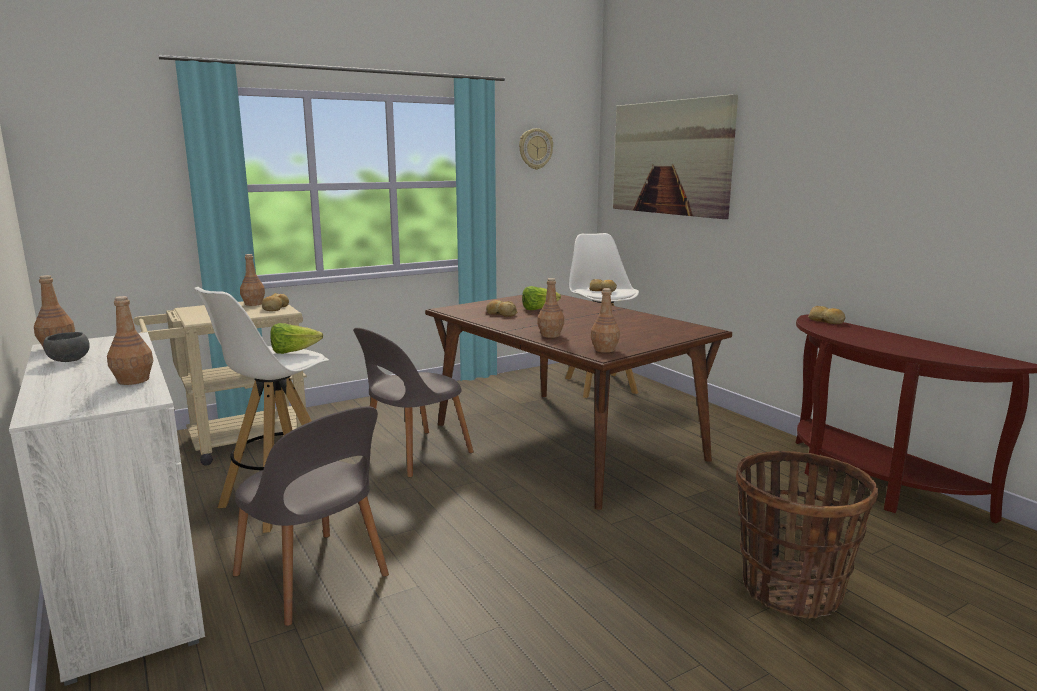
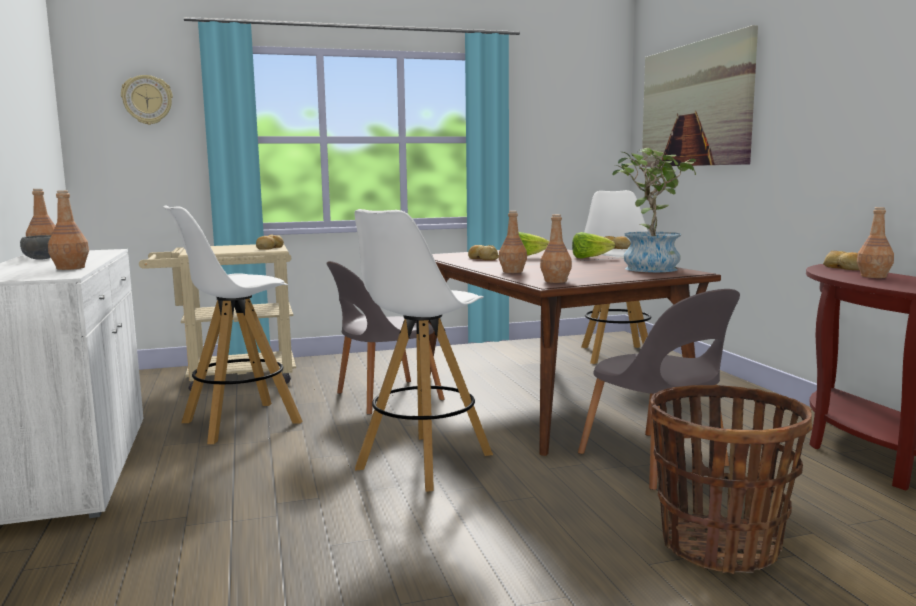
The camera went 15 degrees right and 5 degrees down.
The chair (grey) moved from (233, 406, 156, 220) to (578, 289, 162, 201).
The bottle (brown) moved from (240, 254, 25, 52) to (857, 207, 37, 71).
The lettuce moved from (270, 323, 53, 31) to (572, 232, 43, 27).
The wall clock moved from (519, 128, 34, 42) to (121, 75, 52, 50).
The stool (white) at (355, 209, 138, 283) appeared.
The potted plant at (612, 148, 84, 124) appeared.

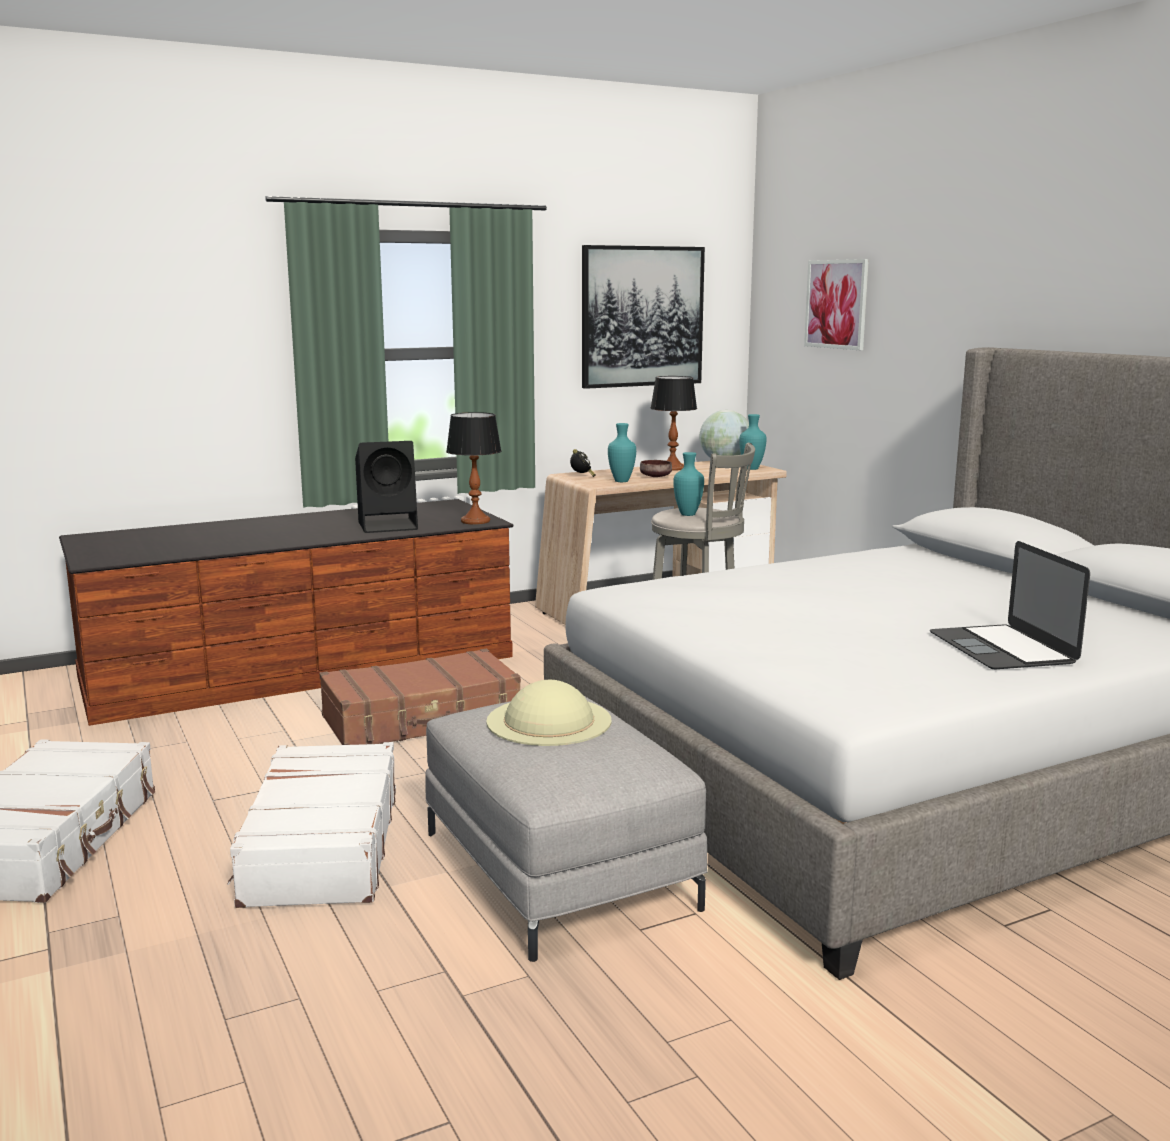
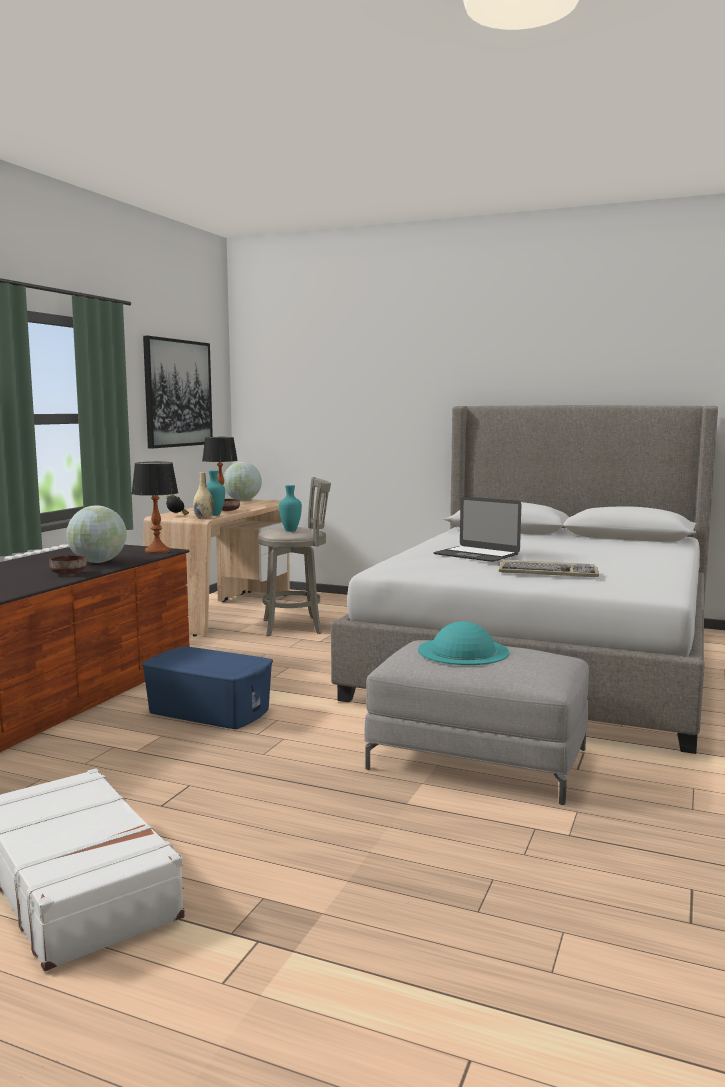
The camera went 40 degrees left and 5 degrees down.
The suitcase (white) at (227, 742, 169, 166) disappeared.
The suitcase (brown) at (319, 649, 202, 96) was replaced by the storage box (blue) at (142, 646, 131, 83).
The speaker (black) at (355, 441, 63, 92) was replaced by the globe at (66, 505, 61, 58).
The hat (beige) at (486, 680, 126, 66) became the hat (turquoise) at (418, 621, 92, 44).
The vase (turquoise) at (739, 414, 28, 56) disappeared.
The picture at (804, 259, 65, 91) disappeared.
The laptop moved from (930, 541, 160, 128) to (433, 496, 88, 66).
The bowl (brown) at (50, 555, 37, 19) appeared.
The vase (beige) at (193, 472, 21, 47) appeared.
The keyboard at (499, 560, 100, 17) appeared.

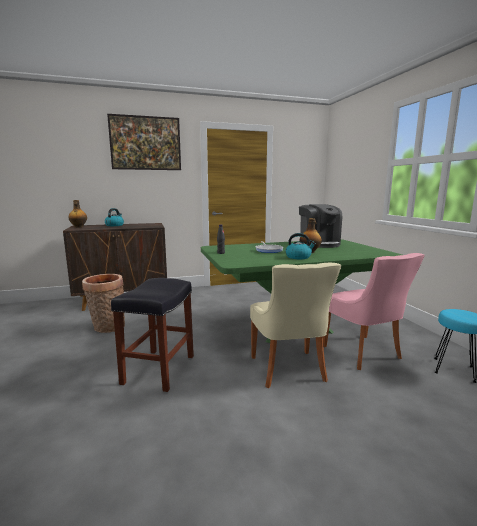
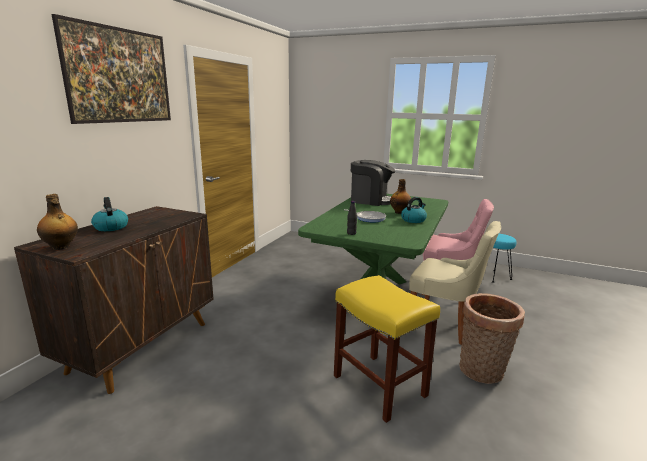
The camera went 50 degrees left and 5 degrees up.
The basket moved from (82, 274, 43, 59) to (459, 293, 66, 91).
The stool (black) at (111, 278, 83, 114) became the stool (yellow) at (334, 275, 106, 148).

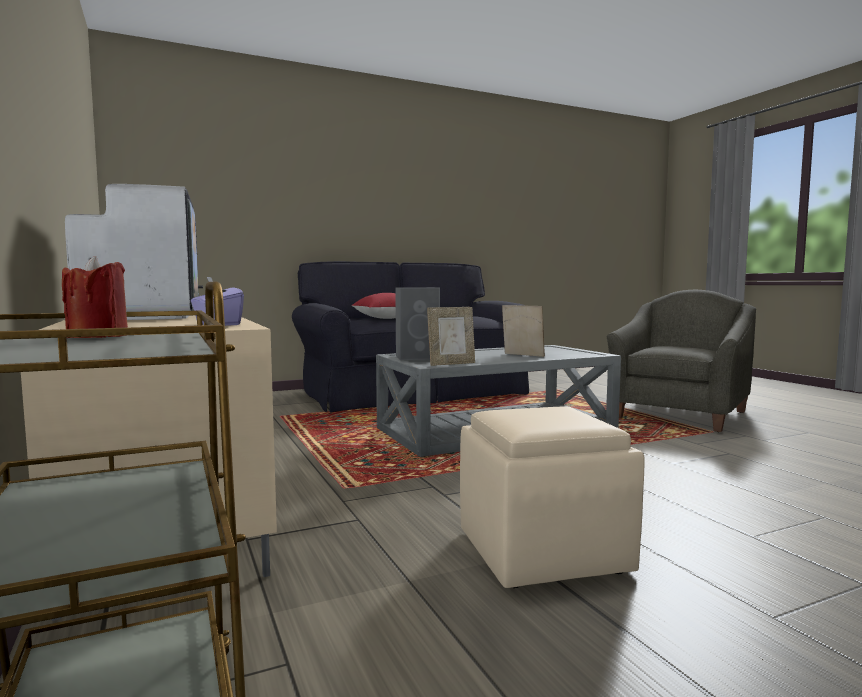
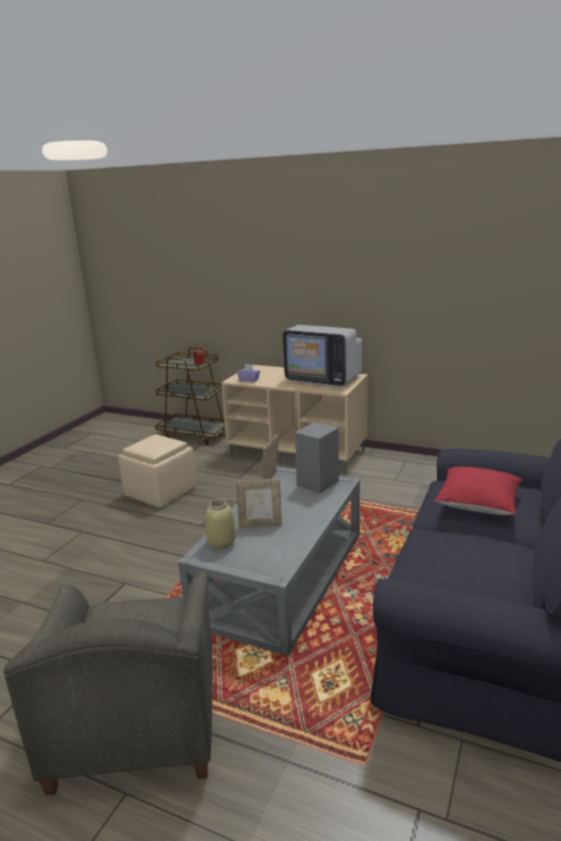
The camera went 140 degrees right and 15 degrees up.
The vase (beige) at (205, 499, 31, 50) appeared.

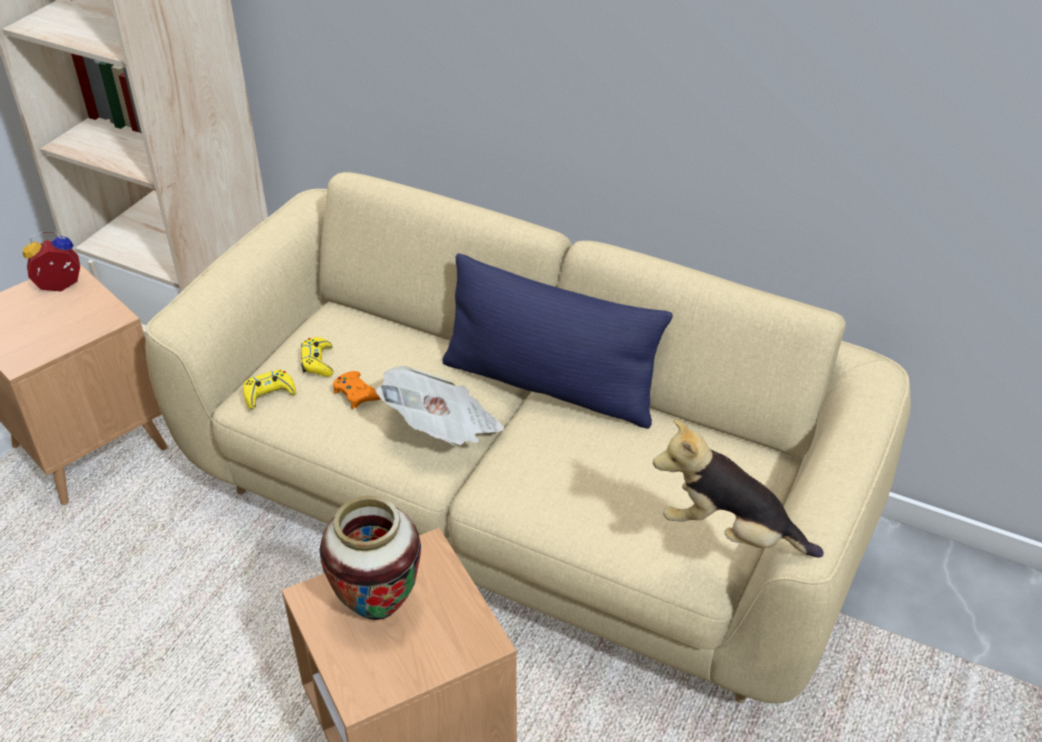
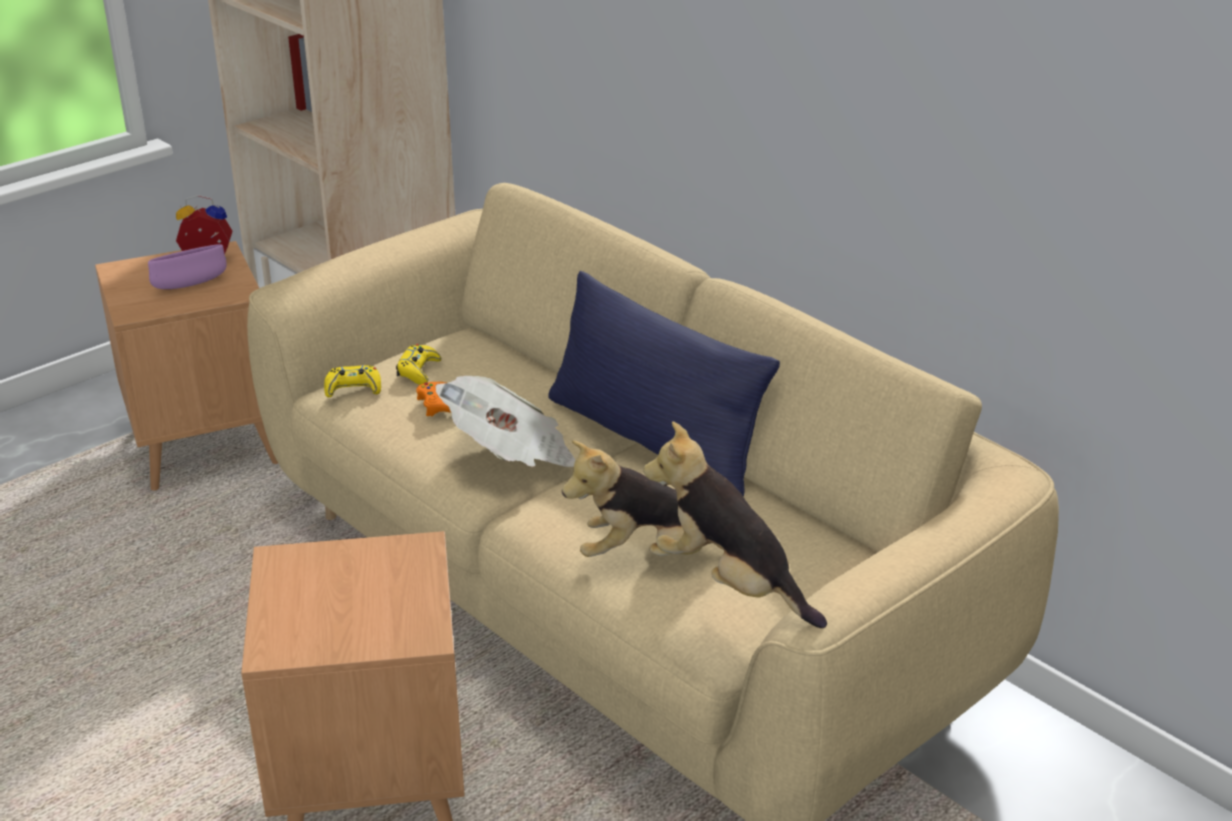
The camera went 20 degrees right and 10 degrees down.
The vase at (319, 496, 102, 124) disappeared.
The bowl (purple) at (148, 244, 79, 45) appeared.
The plush toy at (562, 440, 162, 117) appeared.

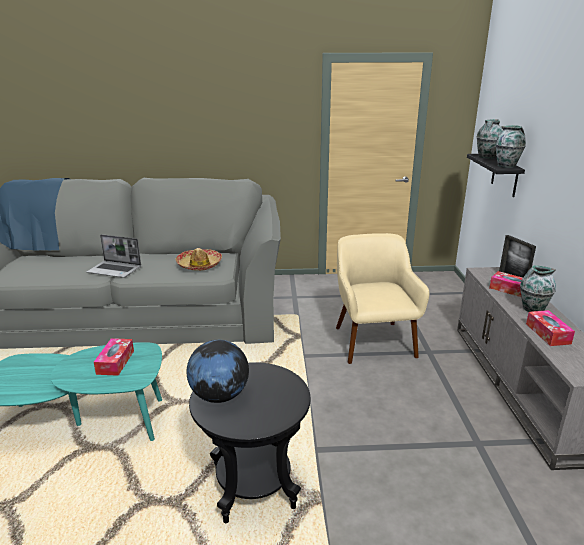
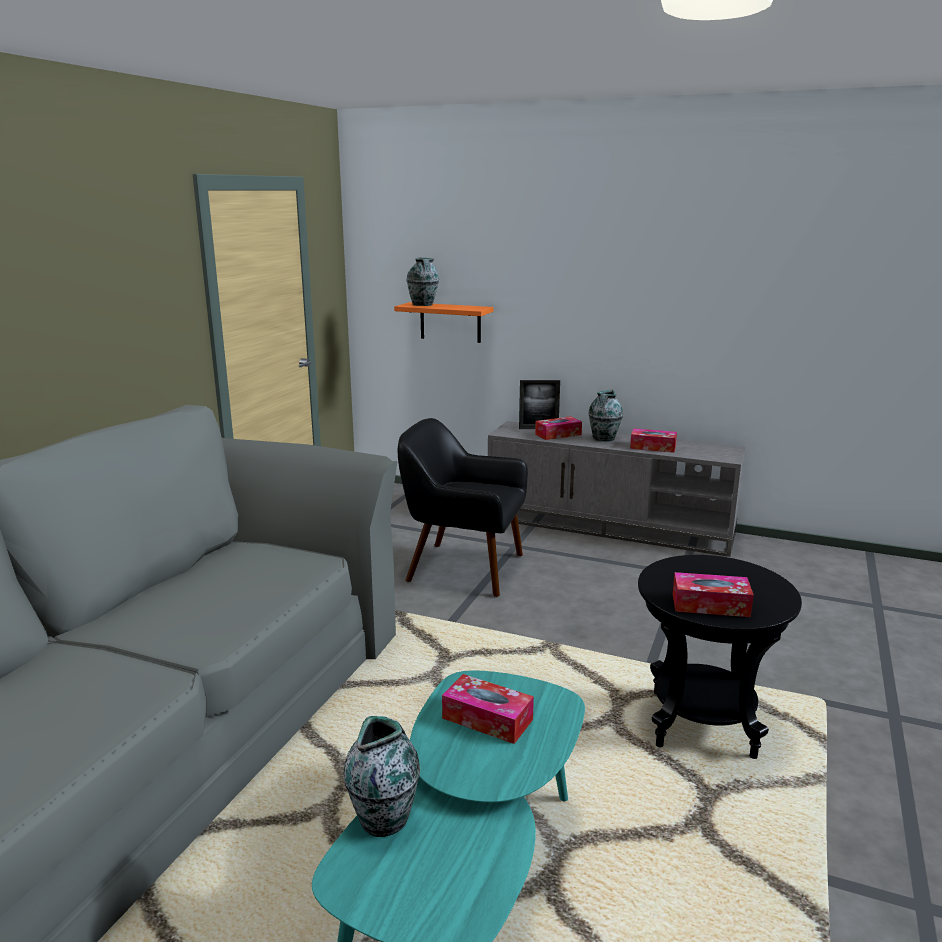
The camera went 65 degrees left and 5 degrees down.
The laptop at (86, 234, 55, 44) disappeared.
The hat at (175, 248, 47, 23) disappeared.
The globe at (186, 340, 63, 63) was replaced by the tissue box at (673, 572, 81, 45).
The armchair (beige) at (336, 233, 93, 131) became the armchair (black) at (398, 418, 130, 179).
The shelf (black) at (467, 154, 58, 43) became the shelf (orange) at (394, 302, 99, 41).
The vase moved from (496, 125, 30, 43) to (343, 716, 77, 121).

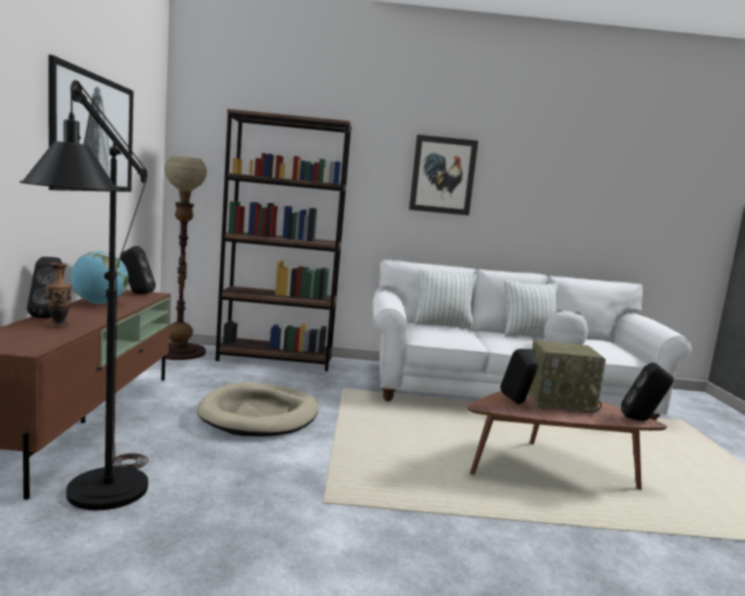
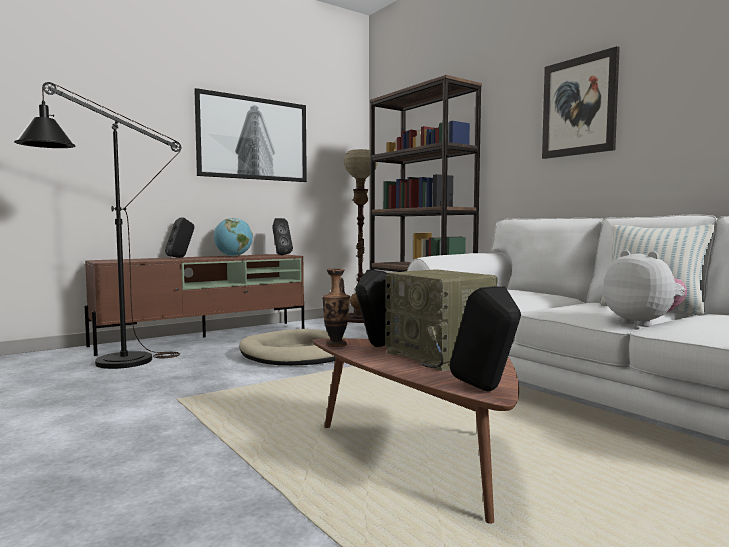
The camera went 55 degrees right and 5 degrees down.
The vase moved from (46, 263, 26, 65) to (322, 269, 28, 78).
The pillow at (414, 269, 63, 61) disappeared.

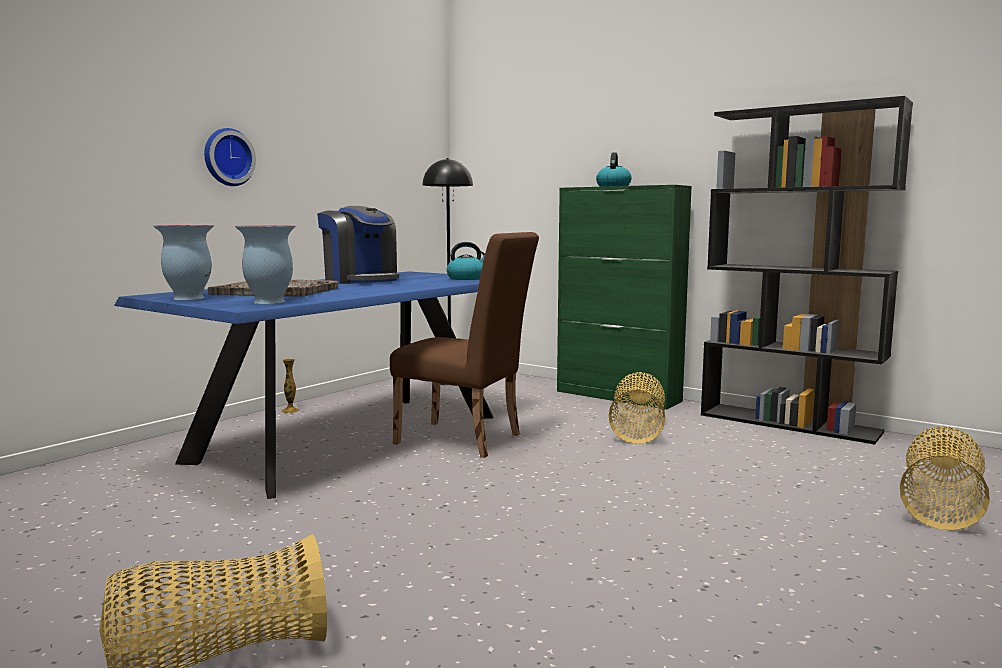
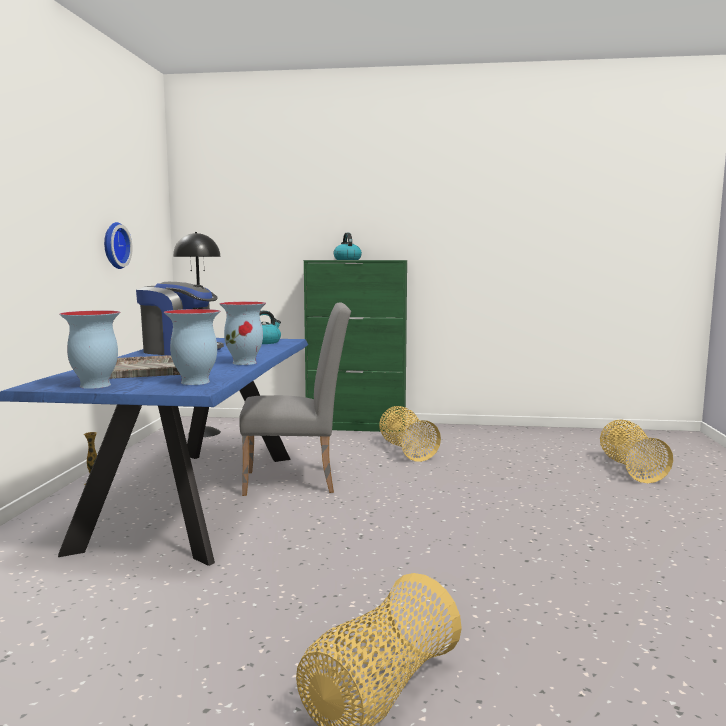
The camera went 30 degrees left and 0 degrees up.
The wall clock moved from (204, 128, 52, 58) to (104, 222, 29, 47).
The chair (brown) at (390, 232, 149, 226) became the chair (grey) at (239, 302, 112, 194).
The bookcase (black) at (701, 96, 212, 348) disappeared.
The vase at (219, 302, 47, 63) appeared.

